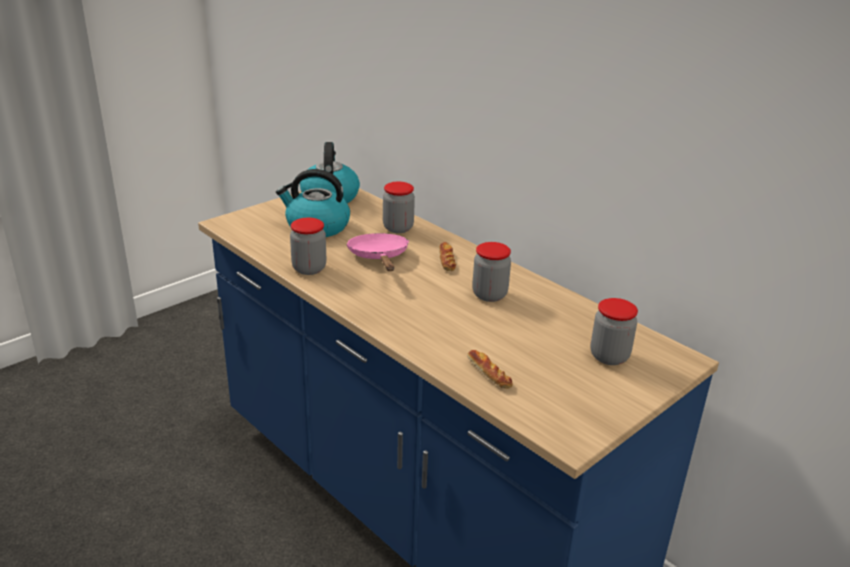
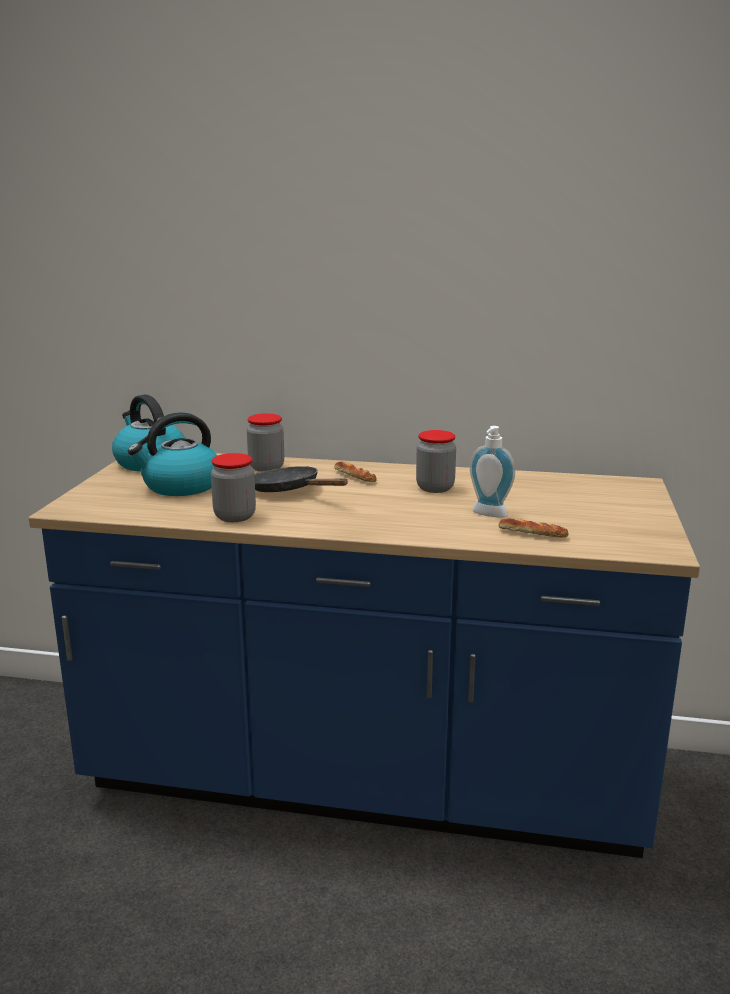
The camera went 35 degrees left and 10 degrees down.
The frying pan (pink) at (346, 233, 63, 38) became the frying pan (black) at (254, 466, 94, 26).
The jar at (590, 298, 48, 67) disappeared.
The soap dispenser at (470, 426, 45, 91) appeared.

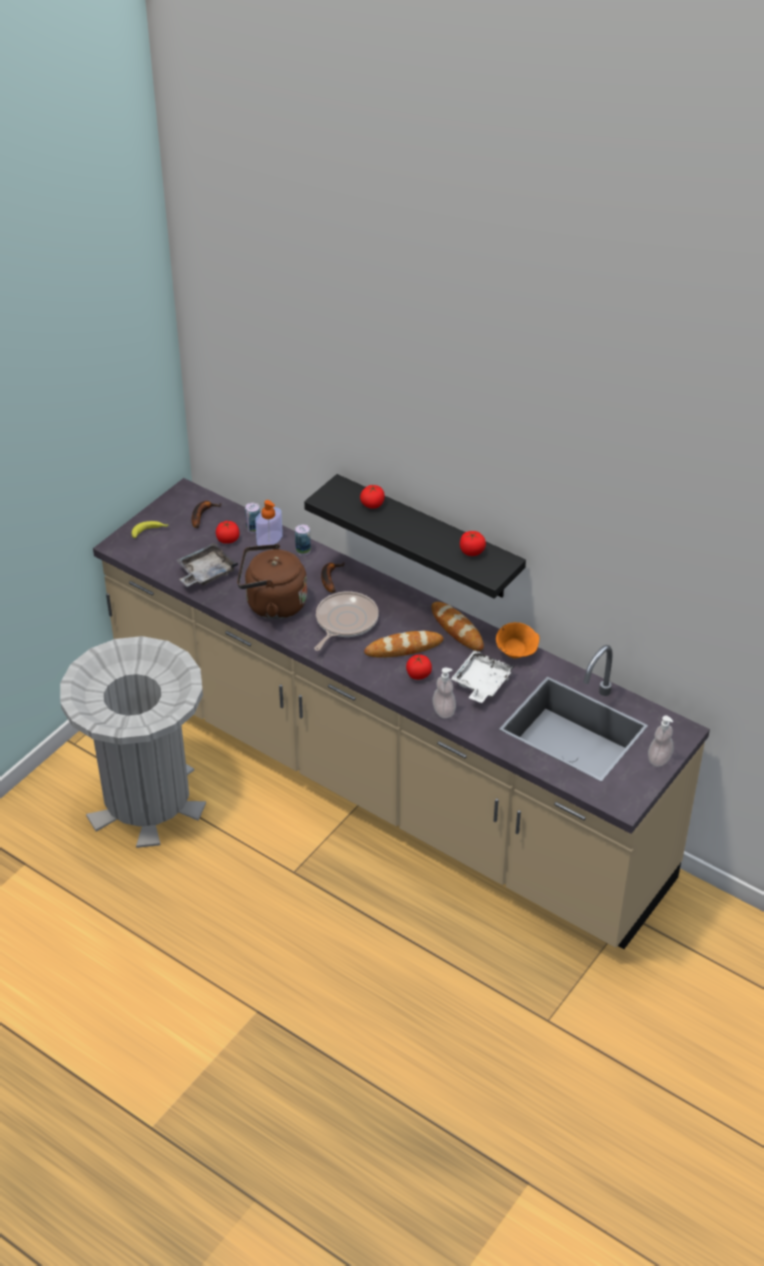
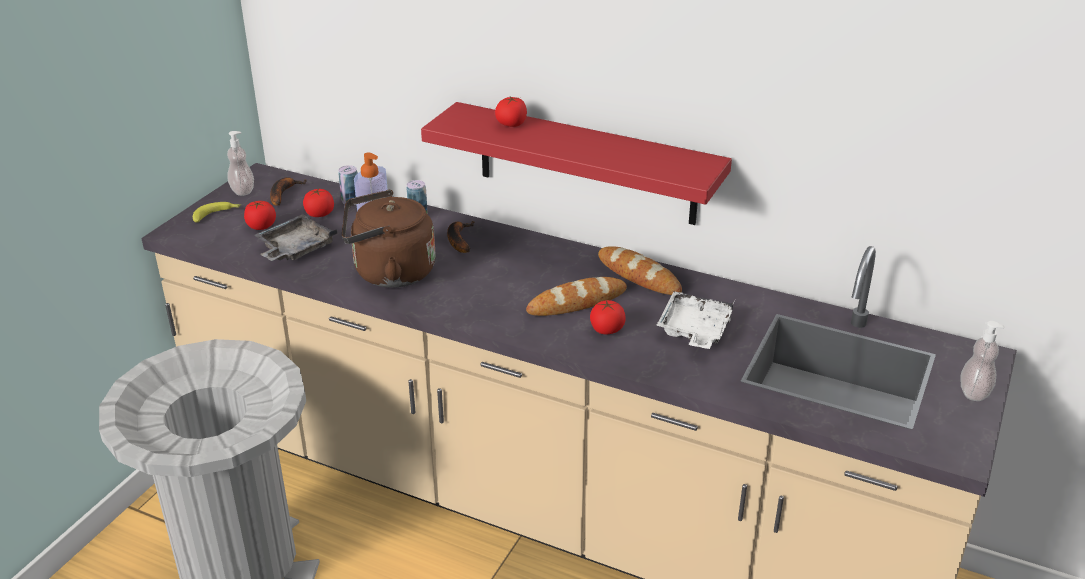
The camera went 10 degrees left and 10 degrees down.
The shelf (black) at (304, 474, 222, 125) became the shelf (red) at (421, 102, 311, 123).
The frying pan at (314, 592, 65, 59) disappeared.
The soap dispenser moved from (432, 668, 24, 50) to (227, 131, 27, 65).
The tomato moved from (460, 531, 26, 25) to (244, 201, 32, 29).
The bowl (orange) at (496, 622, 44, 36) disappeared.

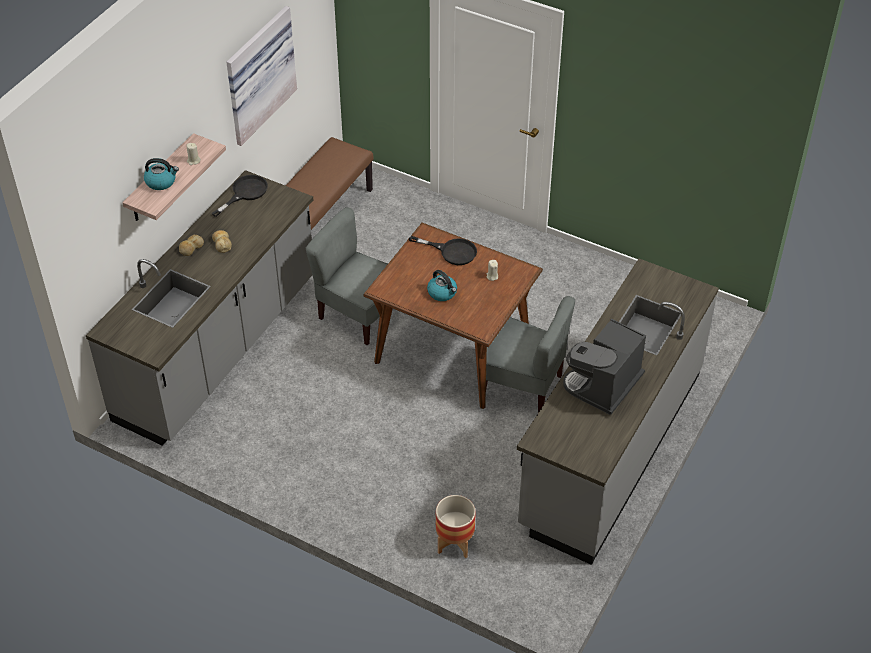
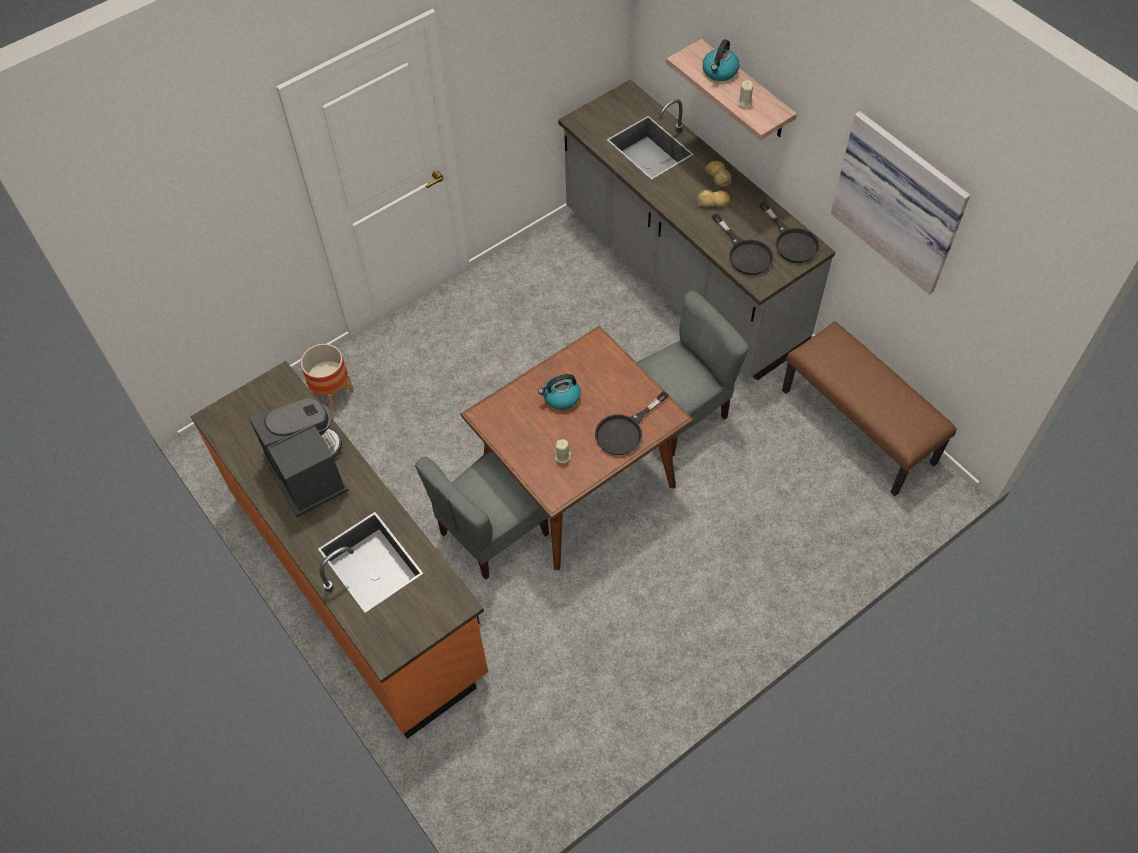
The camera went 115 degrees right and 10 degrees up.
The counter (grey) at (517, 259, 202, 306) became the counter (orange) at (190, 361, 298, 378).
The frying pan (black) at (712, 213, 62, 62) appeared.

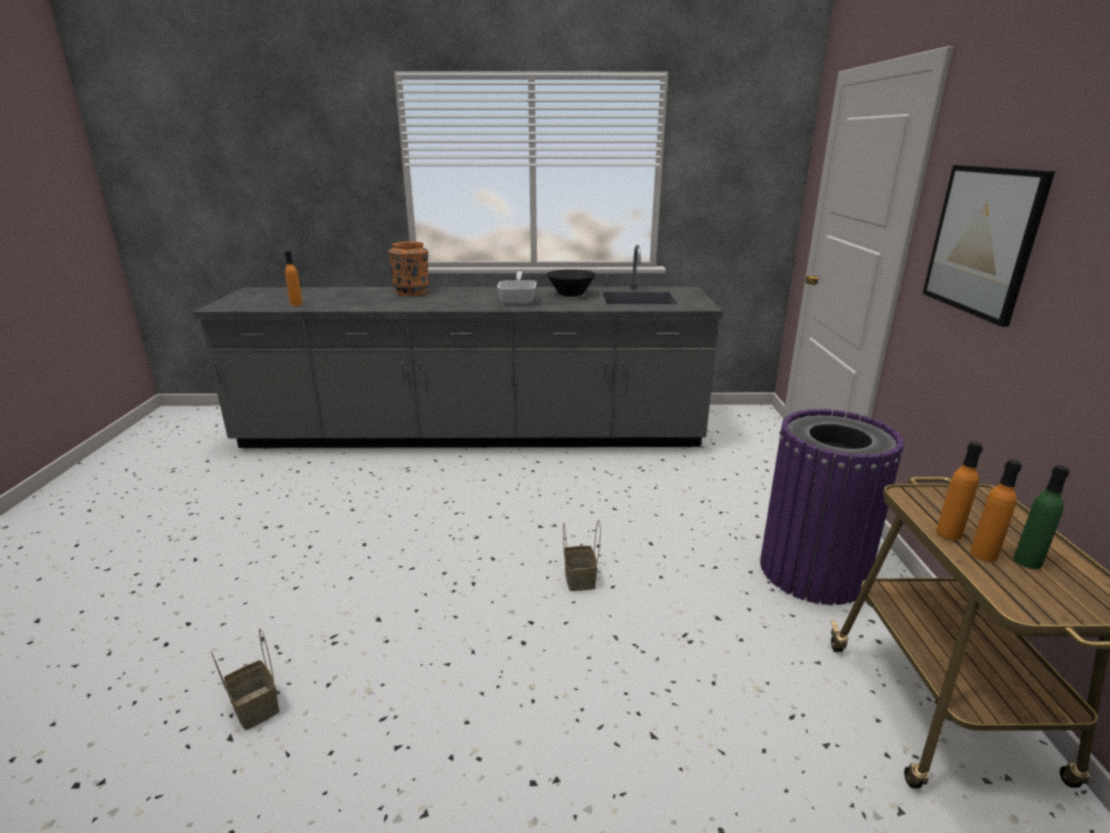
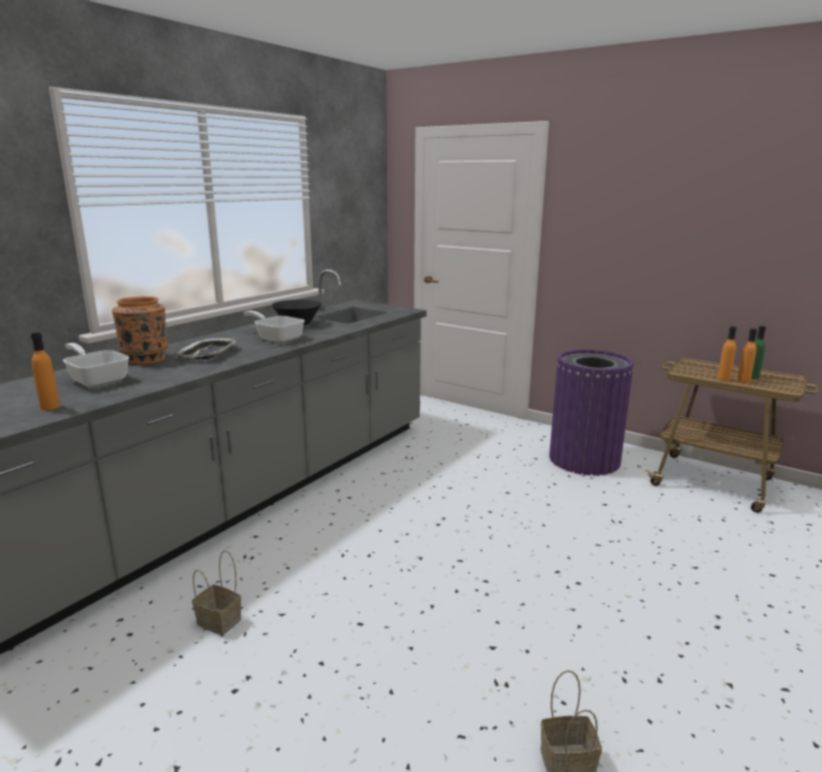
The camera went 55 degrees left and 5 degrees down.
The basket moved from (563, 520, 38, 71) to (192, 550, 49, 85).
The picture at (923, 165, 132, 162) disappeared.
The frying pan at (63, 343, 66, 44) appeared.
The tray at (174, 338, 65, 22) appeared.

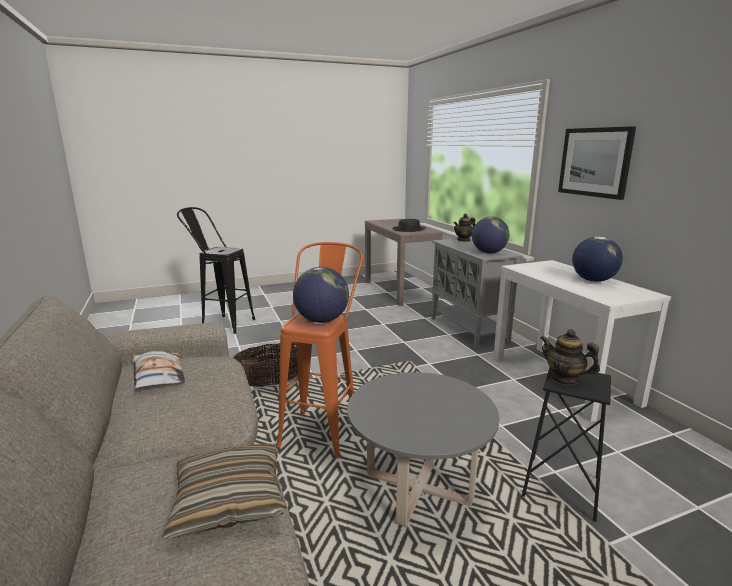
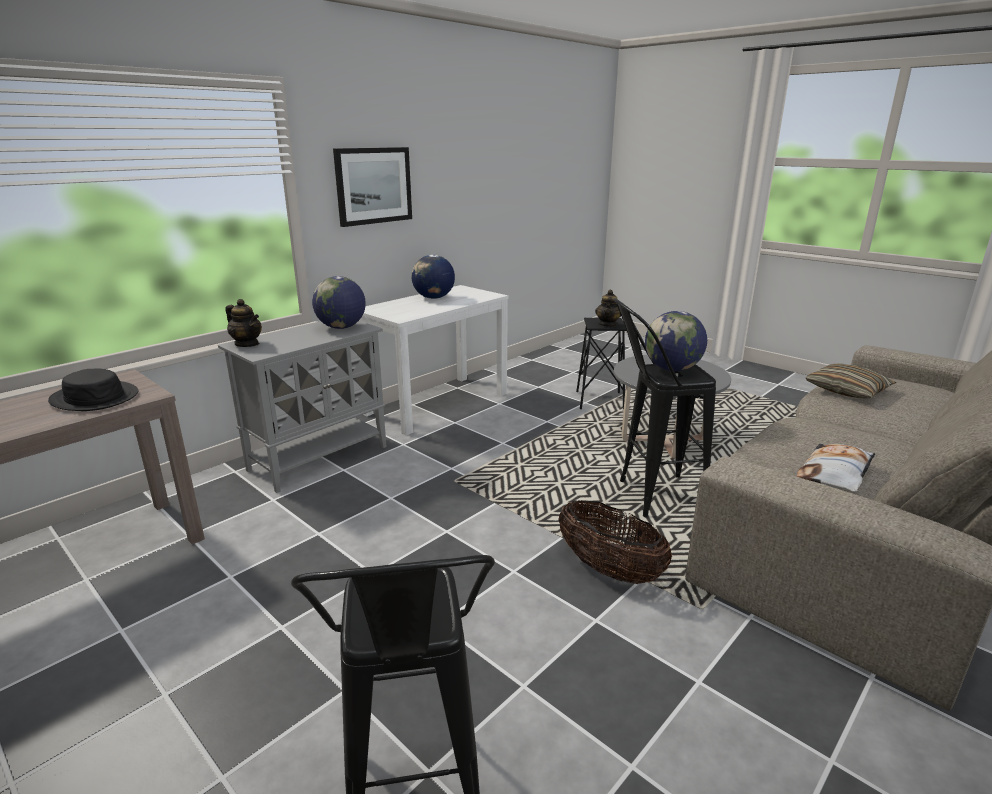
The camera went 115 degrees left and 5 degrees up.
The stool (orange) at (277, 242, 86, 217) became the stool (black) at (613, 298, 103, 219).

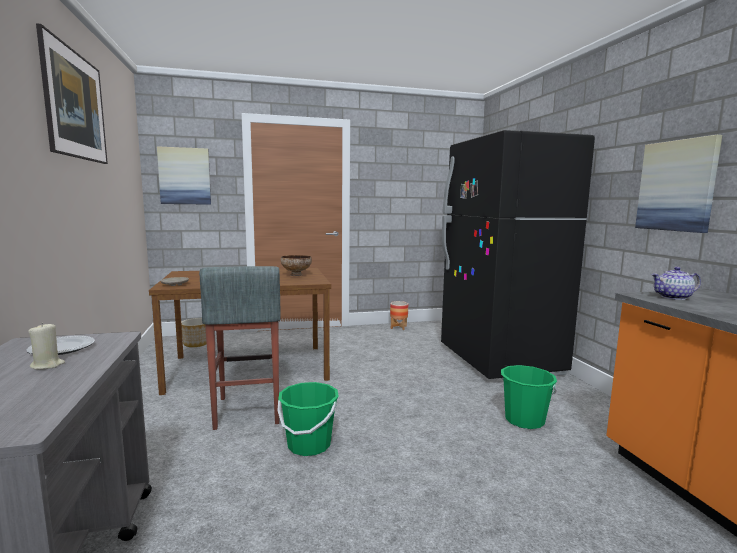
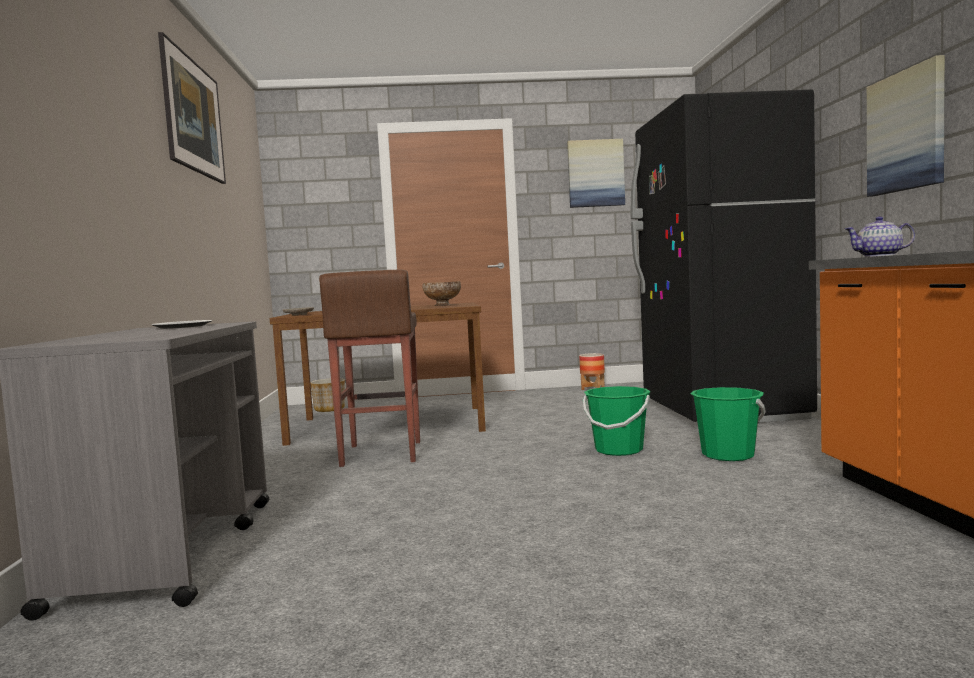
The camera went 10 degrees right and 5 degrees down.
The candle (beige) at (28, 323, 37, 47) disappeared.
The picture moved from (157, 146, 54, 59) to (567, 139, 58, 69).
The stool (grey) at (199, 266, 82, 164) became the stool (brown) at (319, 270, 101, 197).
The bucket (green) moved from (278, 382, 61, 74) to (583, 386, 67, 70).

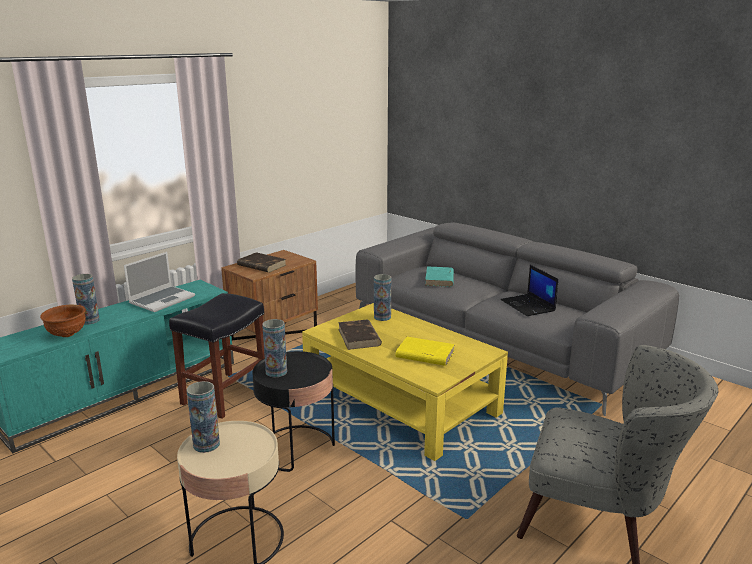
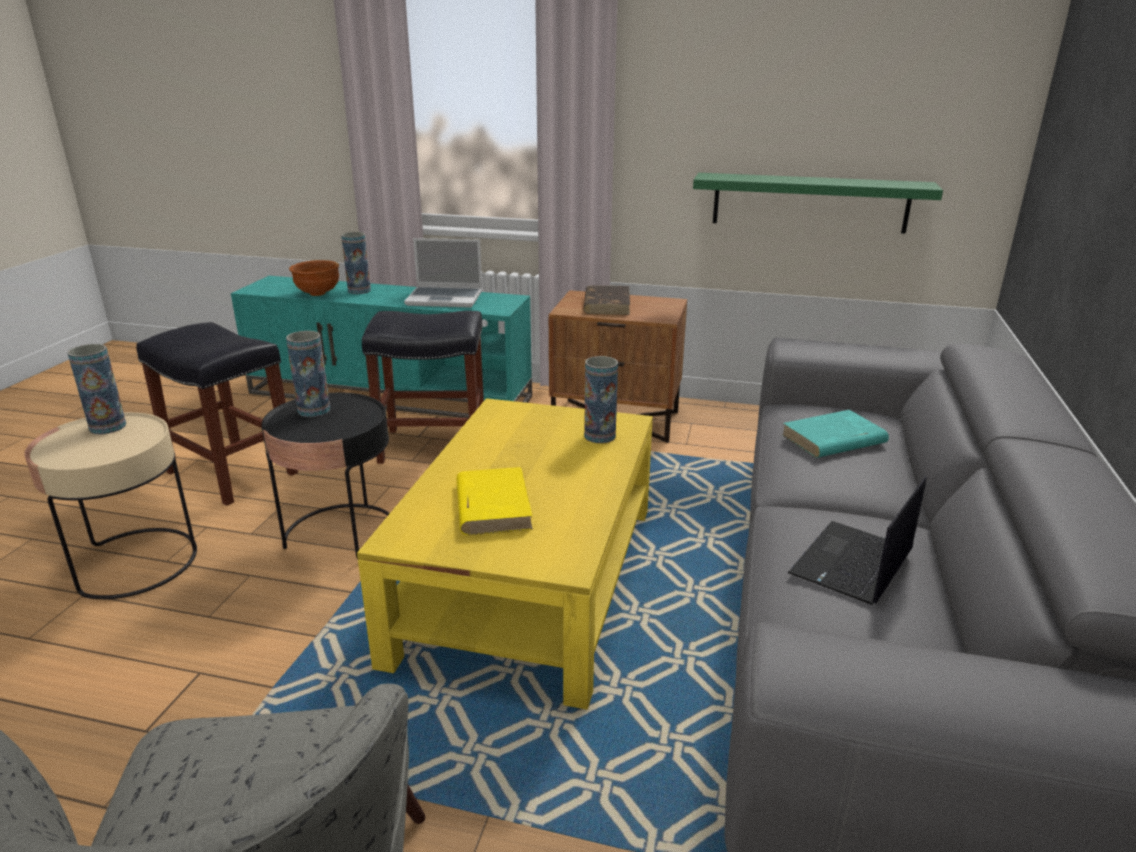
The camera went 60 degrees right and 5 degrees up.
The book (brown) at (338, 320, 44, 30) disappeared.
The stool (black) at (136, 322, 162, 184) appeared.
The shelf (green) at (693, 173, 250, 61) appeared.

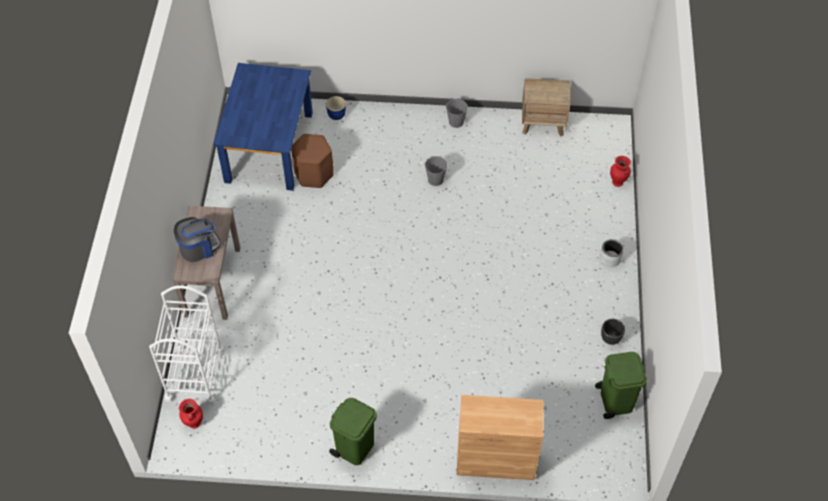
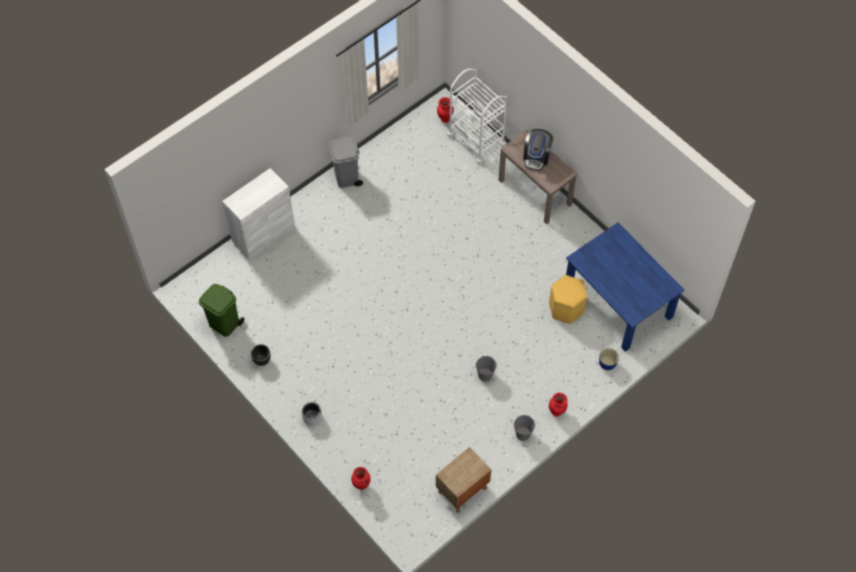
The camera went 135 degrees right and 5 degrees up.
The stool (brown) at (291, 134, 43, 54) became the stool (yellow) at (549, 275, 38, 49).
The trash can (green) at (329, 398, 48, 67) became the trash can (grey) at (328, 137, 35, 51).
The cabinet (brown) at (456, 395, 87, 85) became the cabinet (white) at (222, 168, 73, 92).
The vase (red) at (549, 393, 19, 24) appeared.

